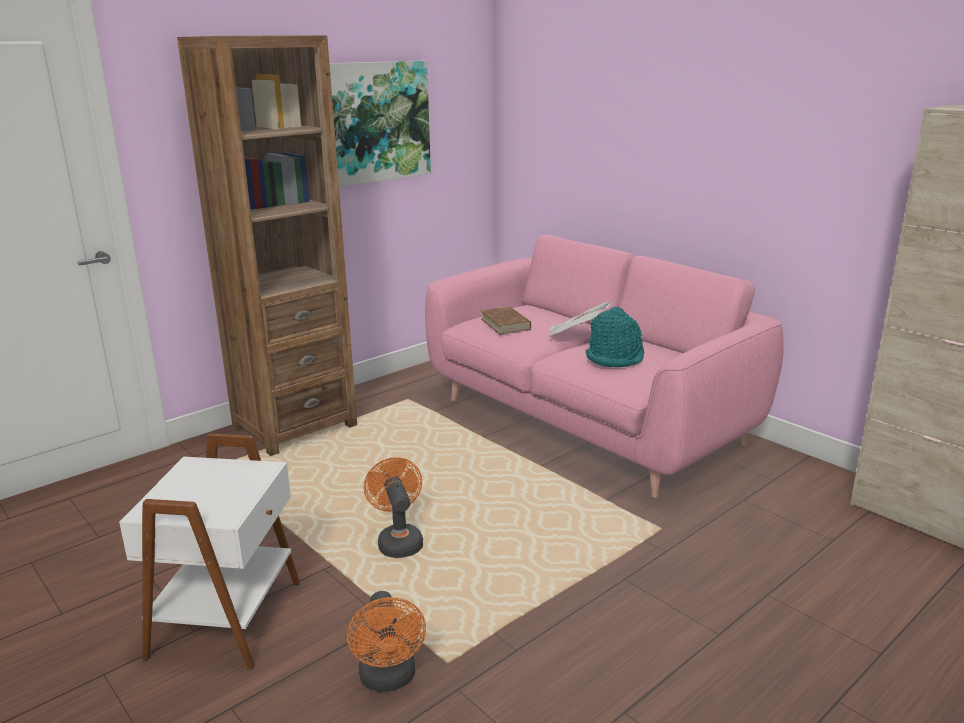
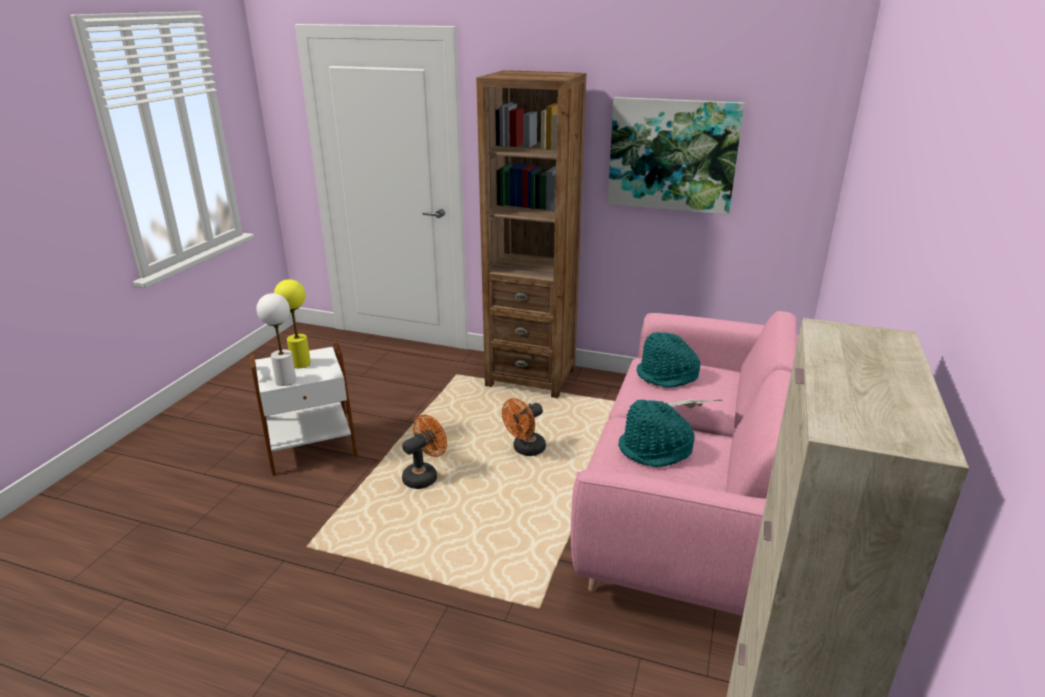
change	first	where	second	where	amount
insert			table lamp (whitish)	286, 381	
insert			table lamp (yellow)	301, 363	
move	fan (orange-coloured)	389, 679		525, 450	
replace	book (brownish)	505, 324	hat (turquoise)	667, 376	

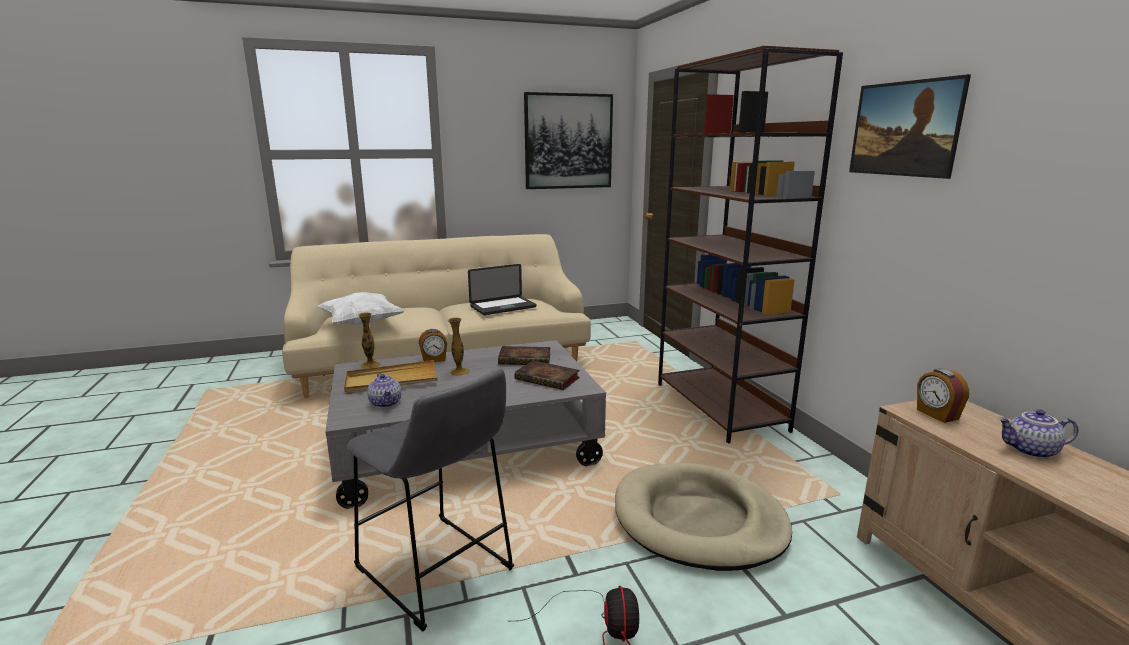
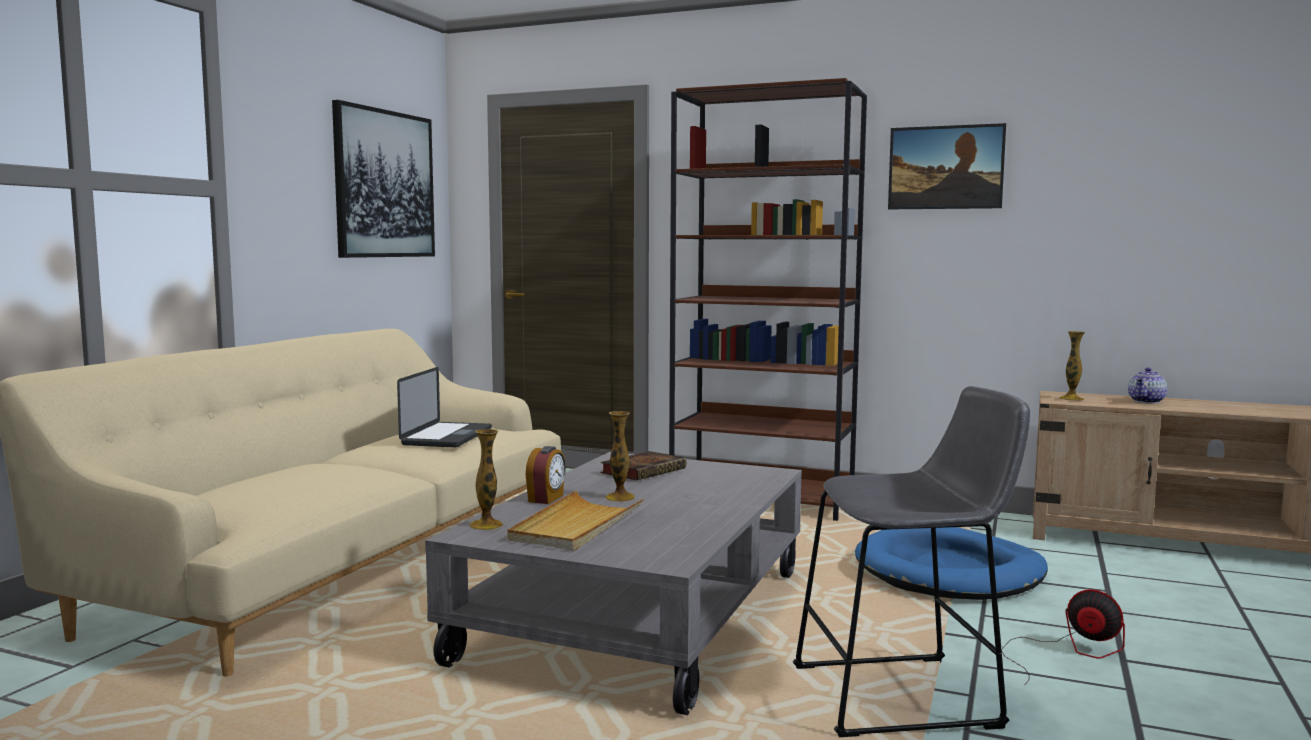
change	first	where	second	where	amount
recolor	dog cushion (beige-coloured)	698, 521	dog cushion (blue)	949, 571	
replace	table clock	936, 414	decorative vase	1071, 399	
delete	throw pillow (whitish)	362, 323			
delete	teapot	386, 403			
delete	book	549, 379			

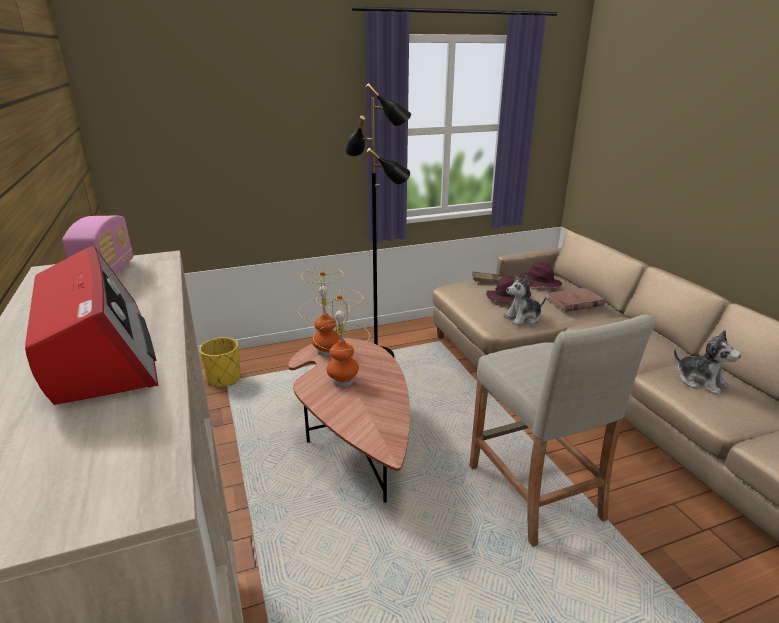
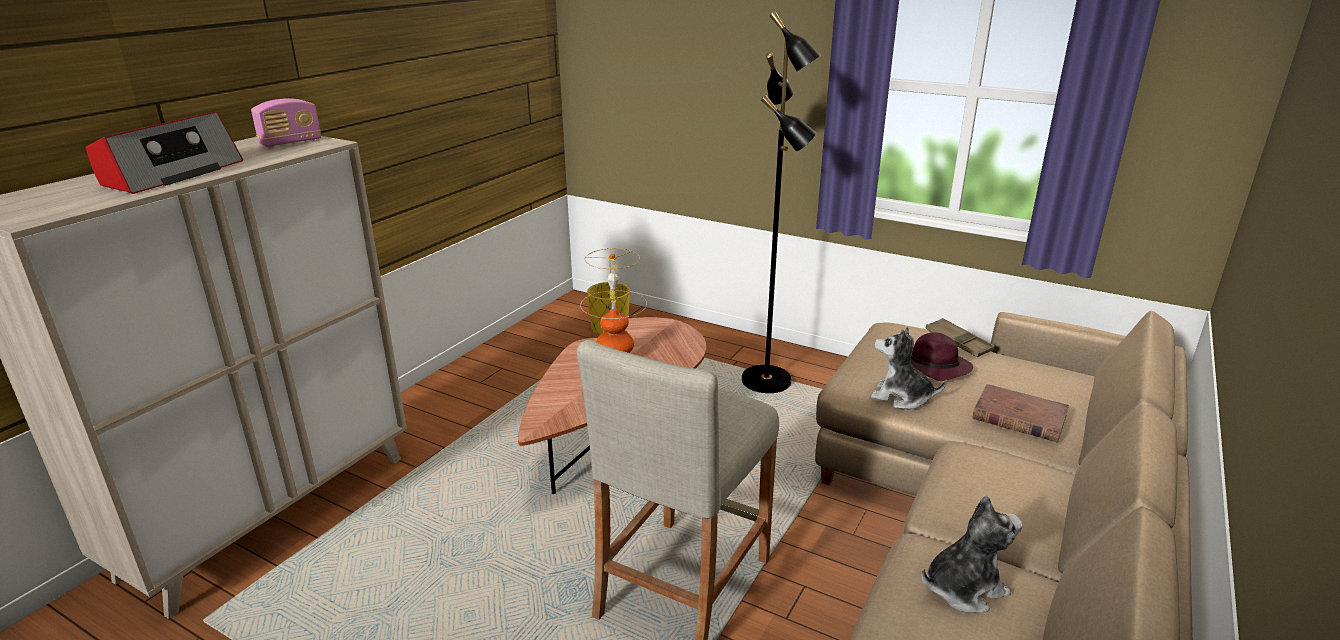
change	first	where	second	where	amount
rotate	cuddly toy	700, 381		963, 588	120 degrees counterclockwise
delete	table lamp	326, 351			
delete	hat (purple-coloured)	539, 282			

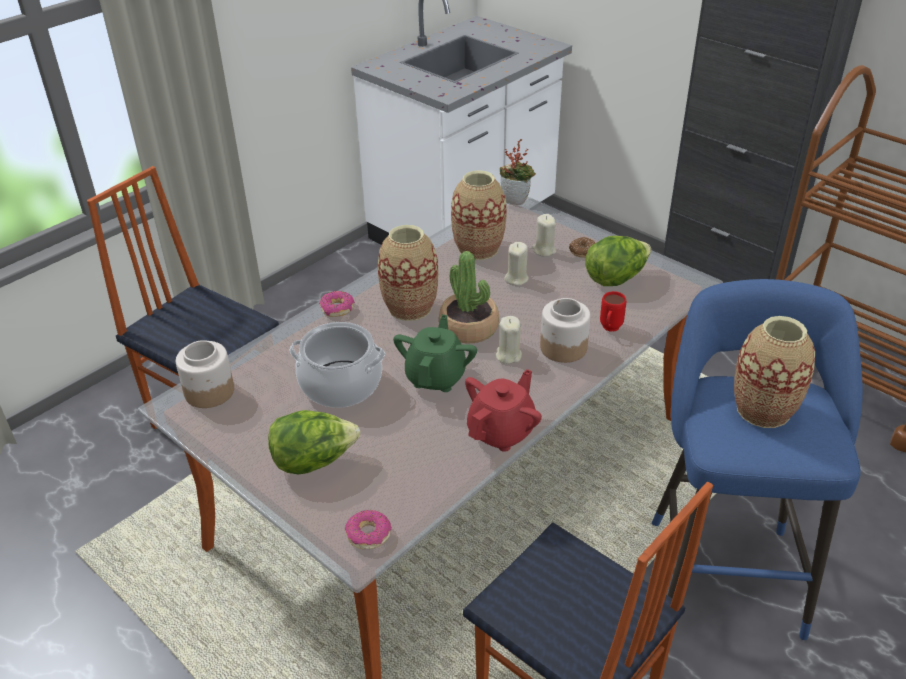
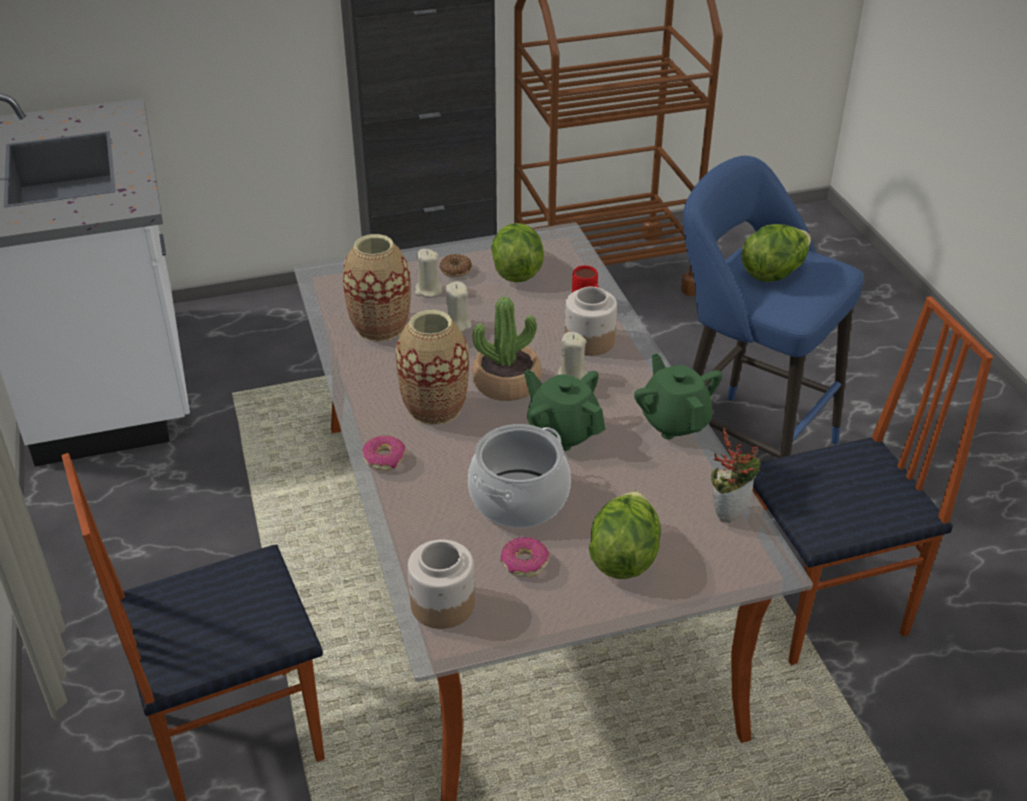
change	first	where	second	where	amount
move	ring doughnut	368, 534		524, 563	
recolor	teapot (reddish)	501, 432	teapot (green)	674, 421	
move	potted plant	516, 201		729, 511	
replace	decorative vase	763, 409	lettuce	774, 273	

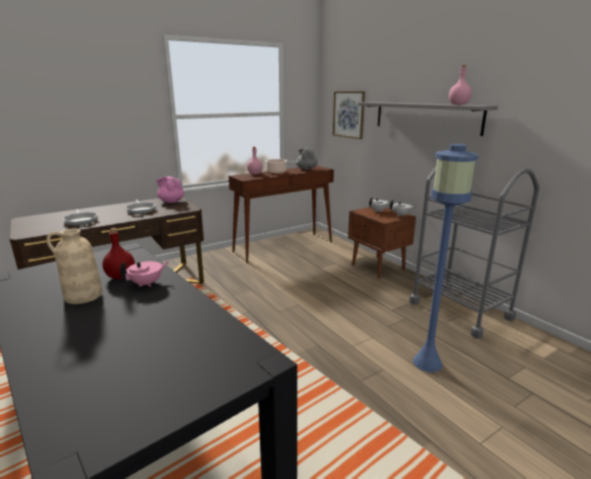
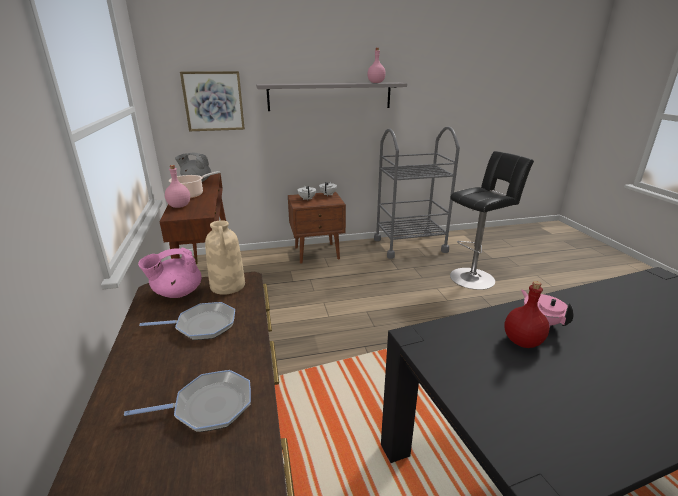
change	first	where	second	where	amount
move	decorative vase (beige-coloured)	83, 296		228, 286	
replace	floor lamp (blue)	427, 363	sitting stool (blackish)	474, 277	

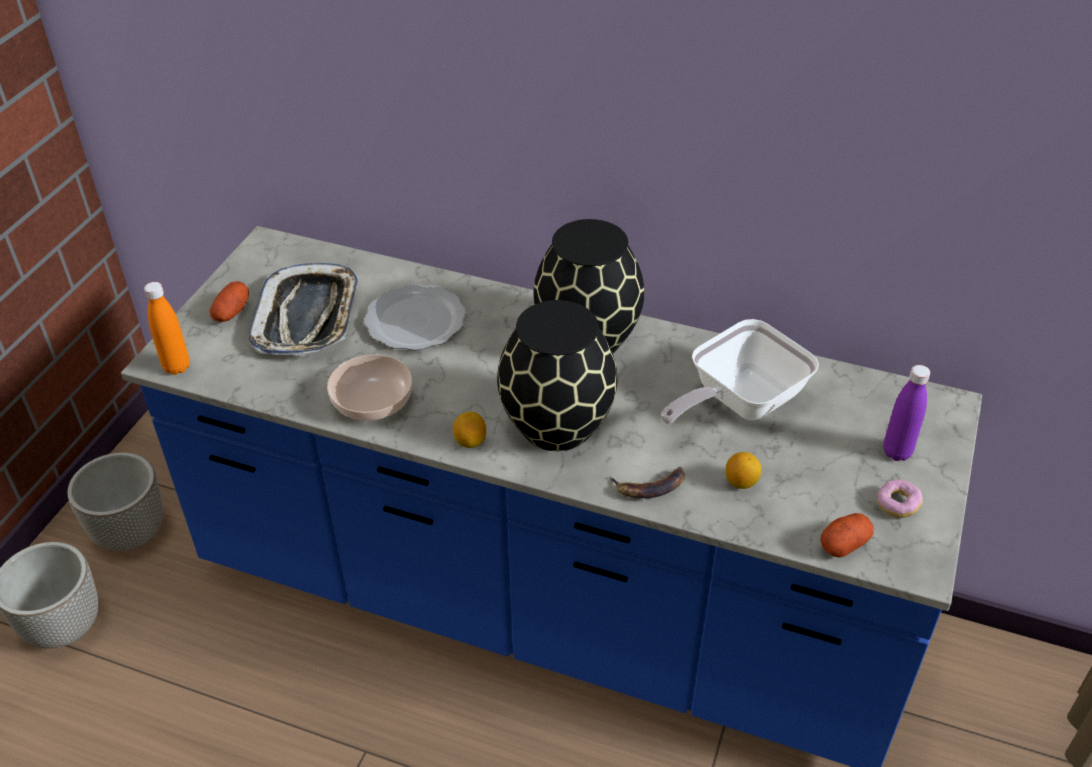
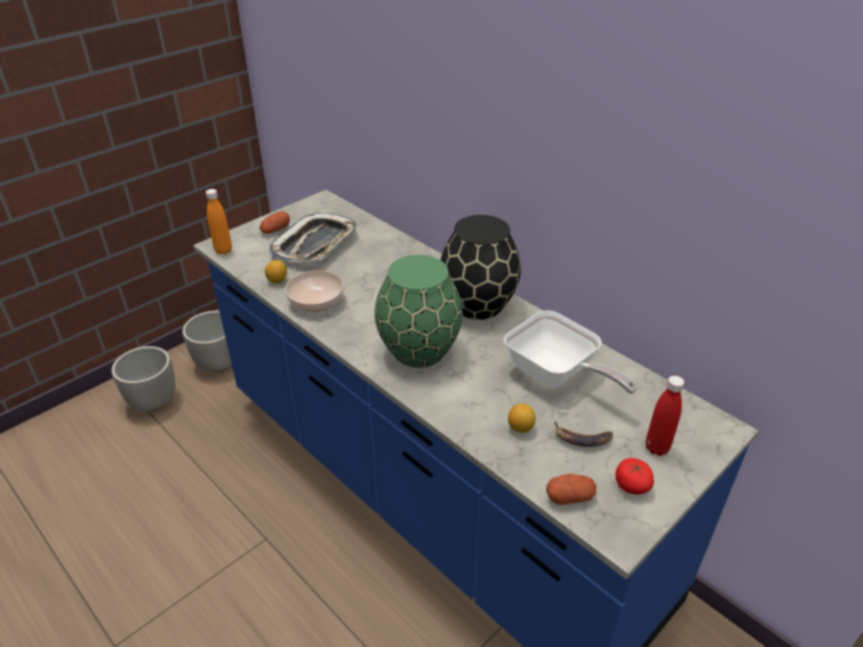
change	first	where	second	where	amount
move	lemon	470, 441		277, 280	
recolor	decorative vase (blackish)	557, 427	decorative vase (green)	418, 351	
rotate	pan	738, 402		556, 375	120 degrees counterclockwise
move	banana	650, 486		582, 438	
replace	ring doughnut	897, 505	tomato	631, 485	
recolor	bottle (purple-coloured)	897, 452	bottle (reddish)	657, 448	
delete	plate	416, 320			

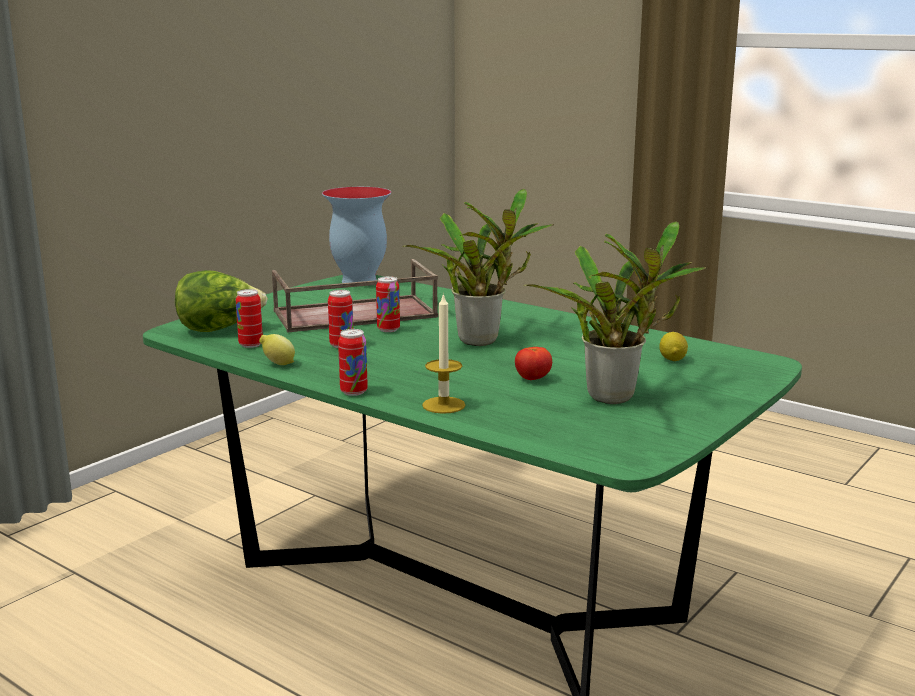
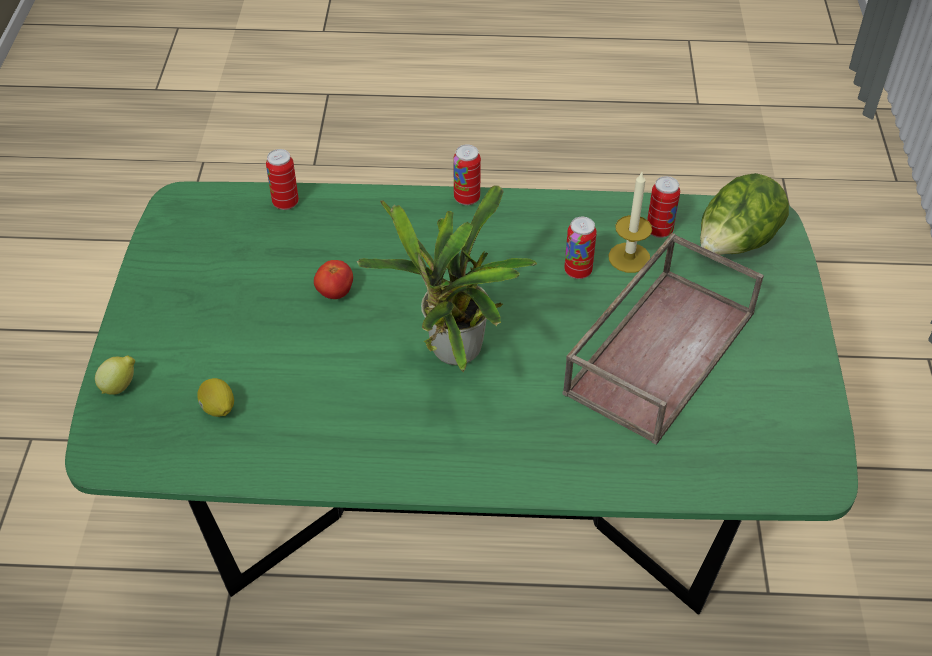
change	first	where	second	where	amount
move	lemon	277, 364		120, 386	
move	can	388, 329		285, 203	
move	wax candle	443, 405		629, 257	
delete	decorative vase	358, 281			
delete	potted plant	617, 396			

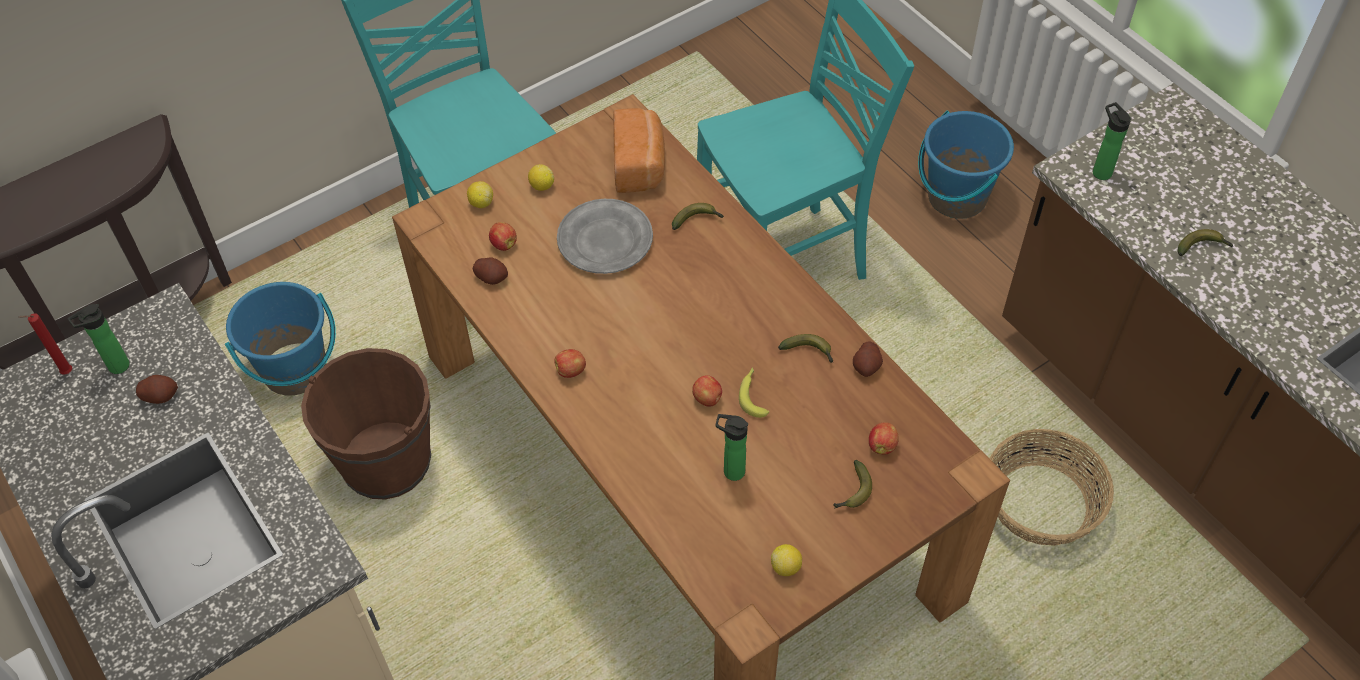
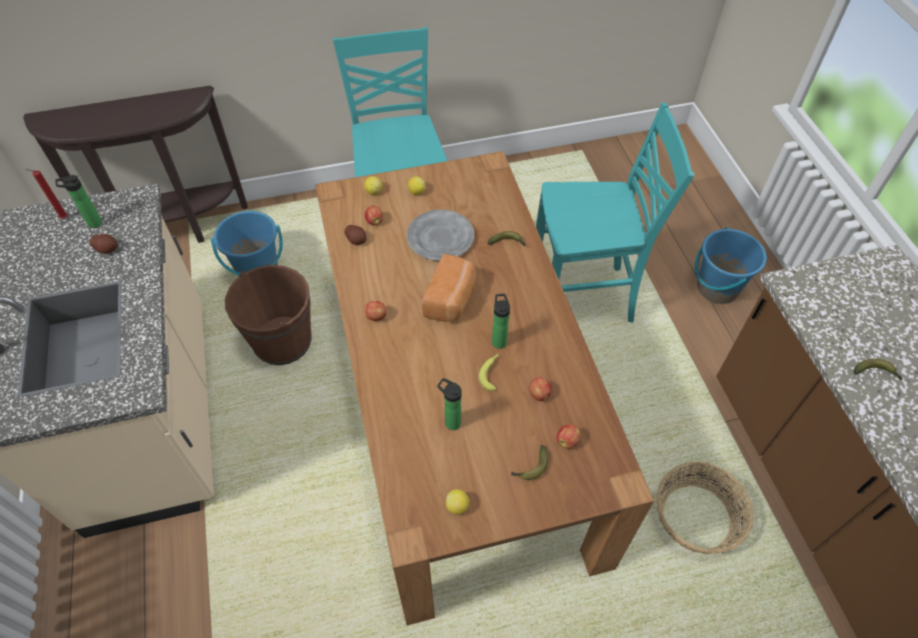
change	first	where	second	where	amount
move	baked bread	640, 164		451, 299	
move	bottle	1100, 171		499, 340	
move	apple fruit	707, 399		539, 394	
delete	banana	809, 352			
delete	potato	866, 366			

